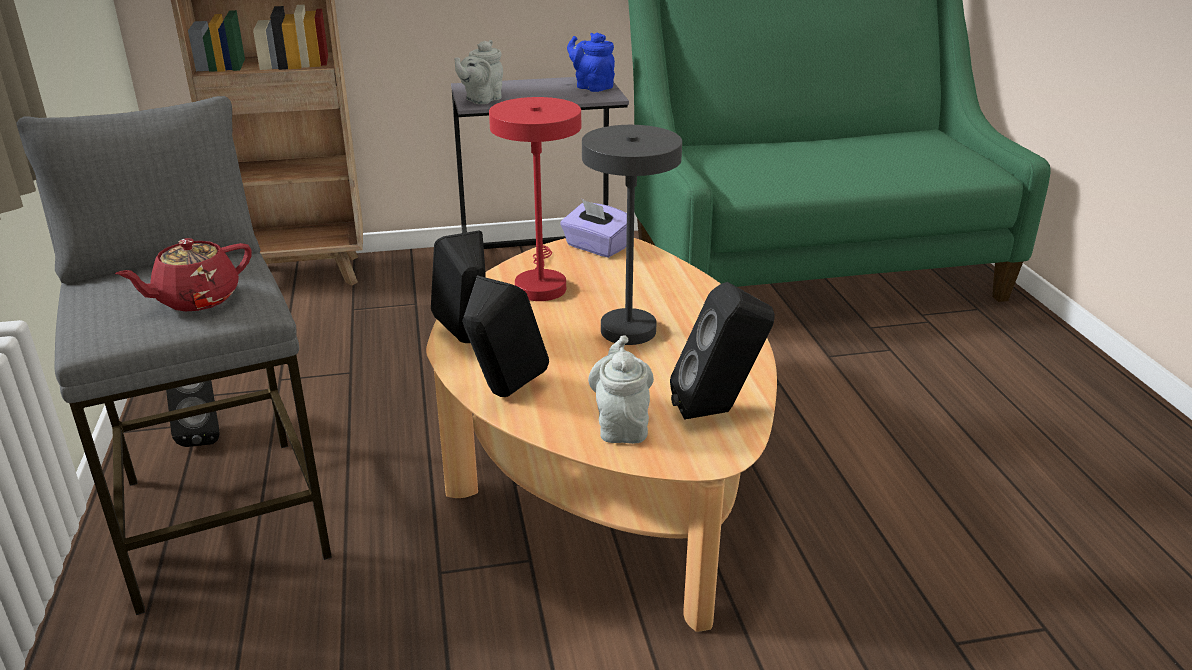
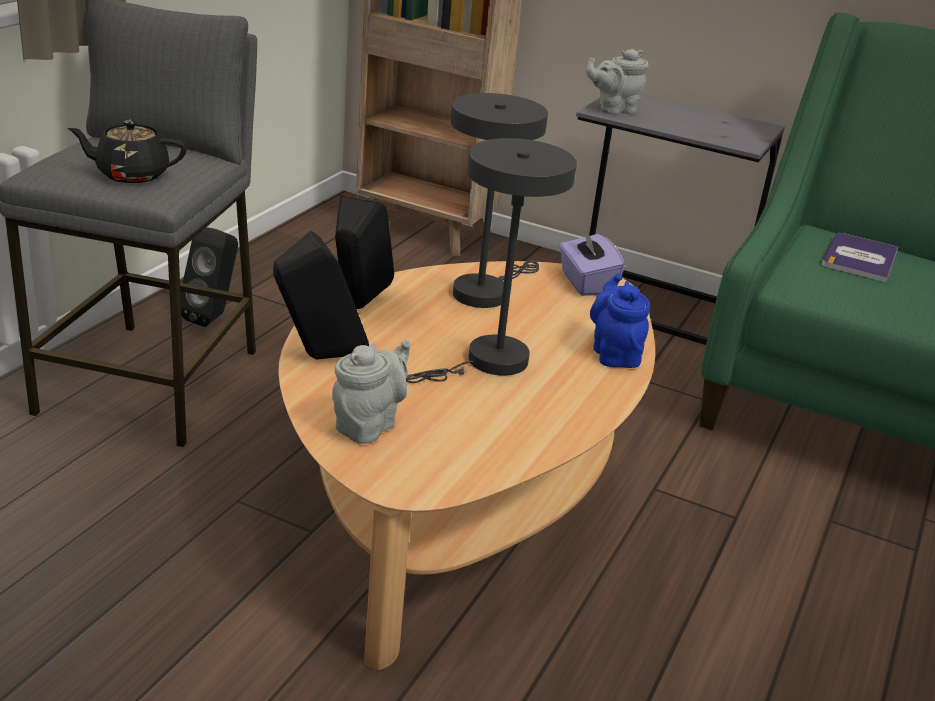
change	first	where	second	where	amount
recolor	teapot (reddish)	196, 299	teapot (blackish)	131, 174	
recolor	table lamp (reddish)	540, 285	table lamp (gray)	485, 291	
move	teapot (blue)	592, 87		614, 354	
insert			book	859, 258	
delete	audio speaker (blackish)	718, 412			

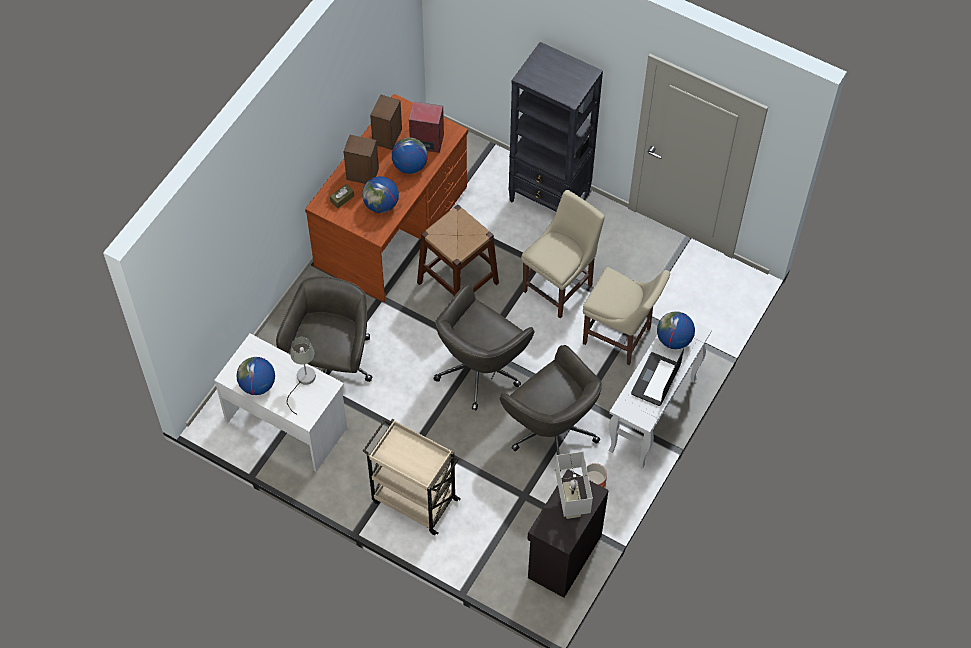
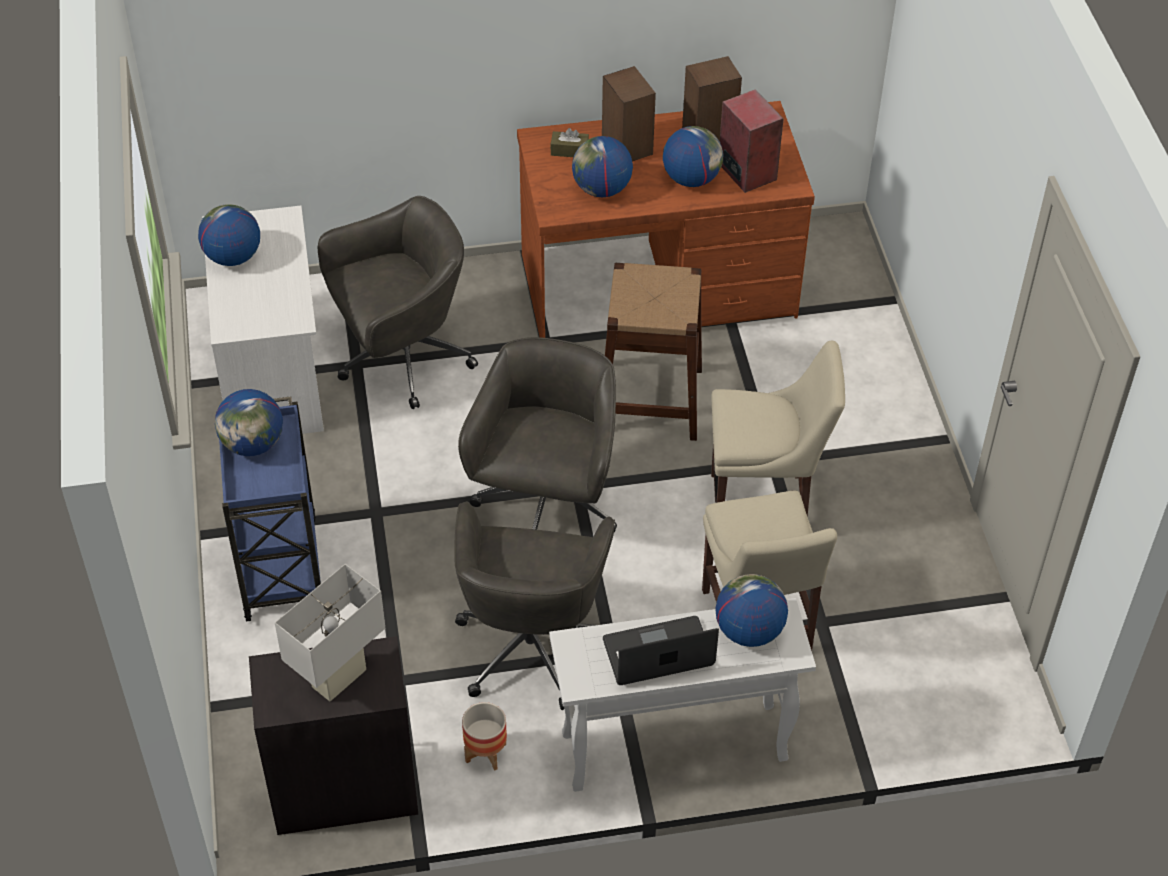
change	first	where	second	where	amount
insert			desk globe	253, 444	
recolor	trolley (beige-coloured)	413, 499	trolley (blue)	280, 565	
rotate	office chair (gray)	480, 368		546, 506	105 degrees clockwise
delete	table lamp (gray)	303, 381			
delete	bookcase (blackish)	550, 197			

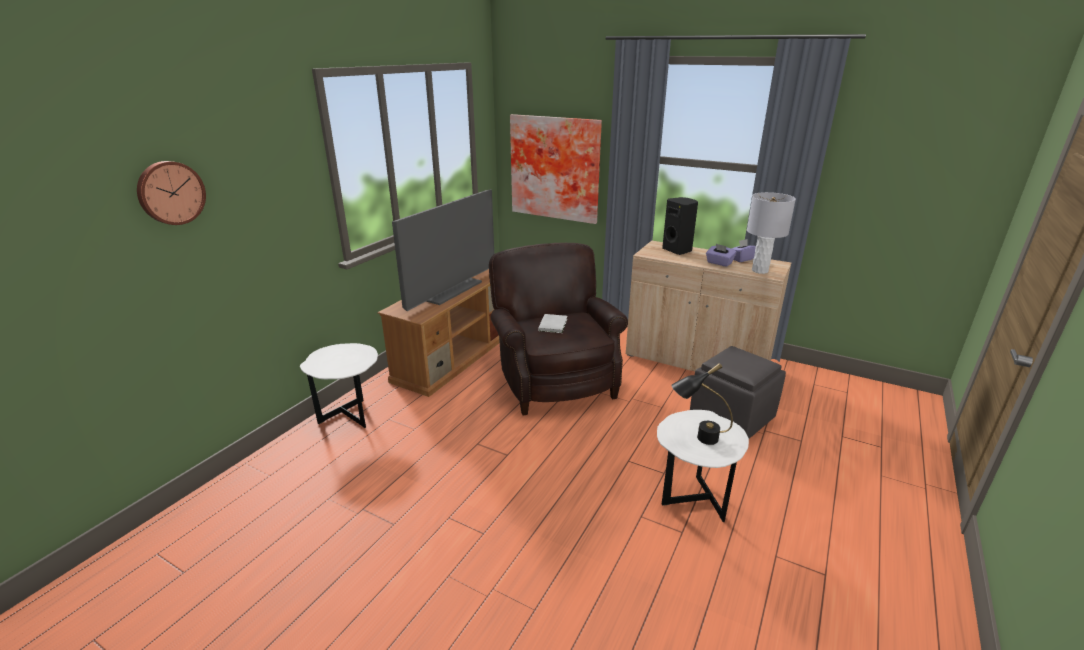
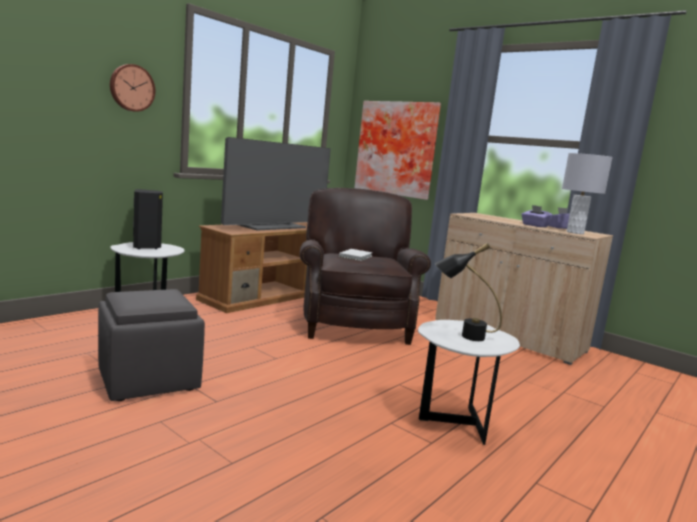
change	first	where	second	where	amount
move	pouffe (gray)	731, 417		147, 379	
move	wall clock	170, 193		131, 88	
move	audio speaker (blackish)	678, 250		147, 247	

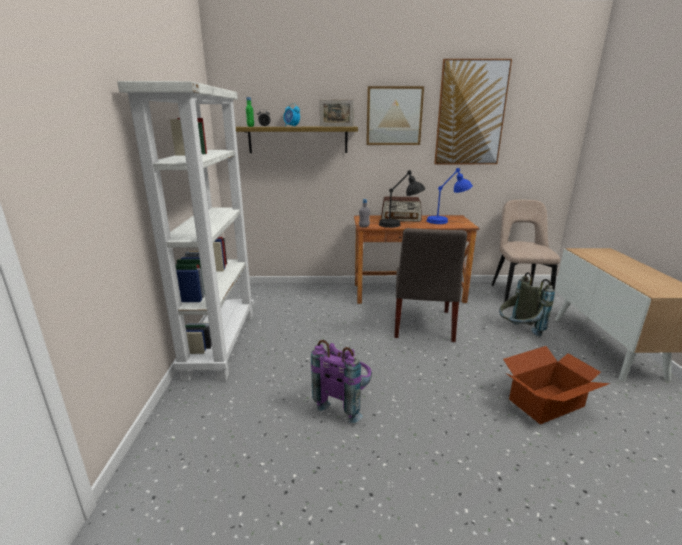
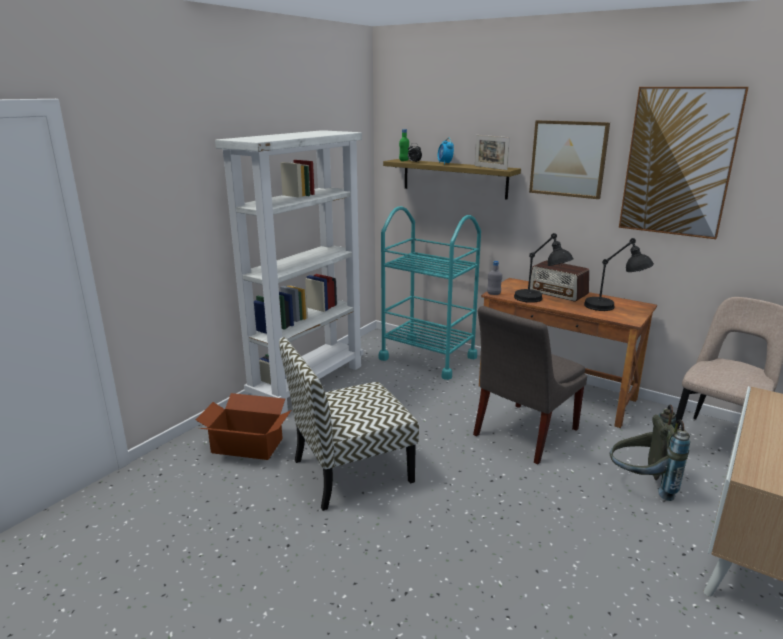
change	first	where	second	where	amount
move	cardboard box	547, 403		247, 446	
replace	rucksack (purple-coloured)	344, 402	plain chair	350, 472	
insert			trolley (turquoise)	428, 358	
recolor	table lamp (blue)	446, 221	table lamp (blackish)	613, 308	

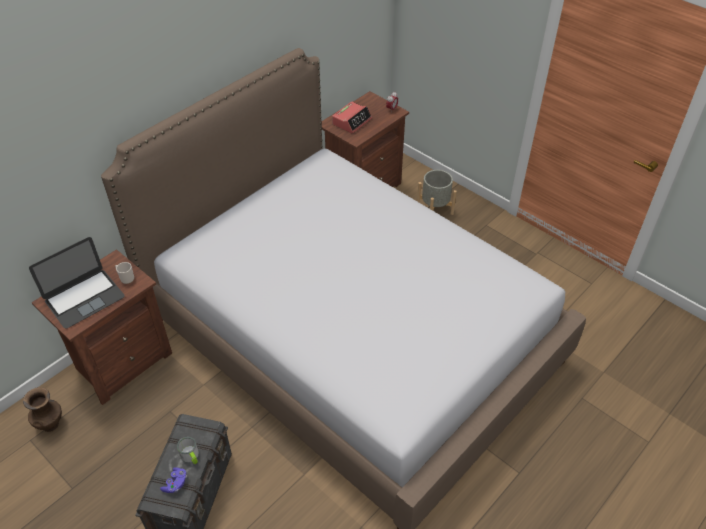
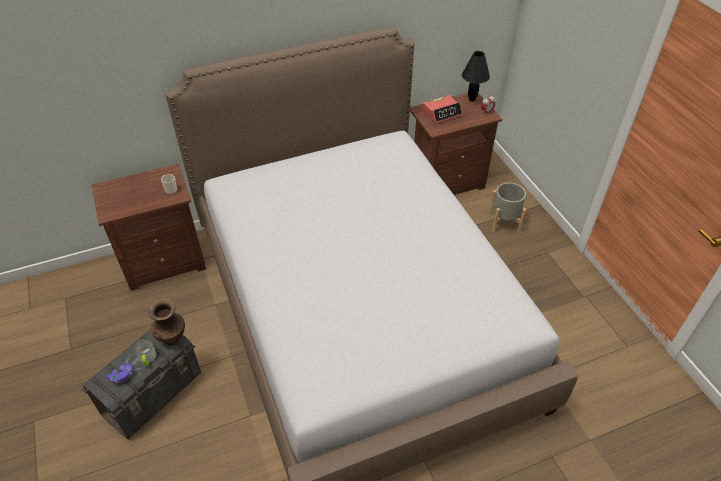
change	first	where	second	where	amount
move	decorative vase (brownish)	50, 424		172, 338	
insert			table lamp (blackish)	472, 99	
delete	laptop	84, 298			

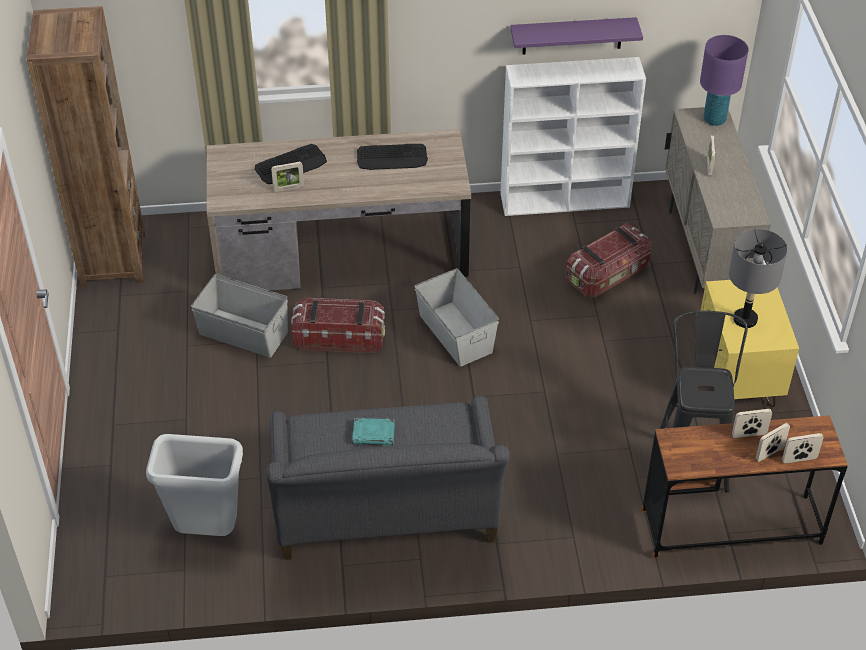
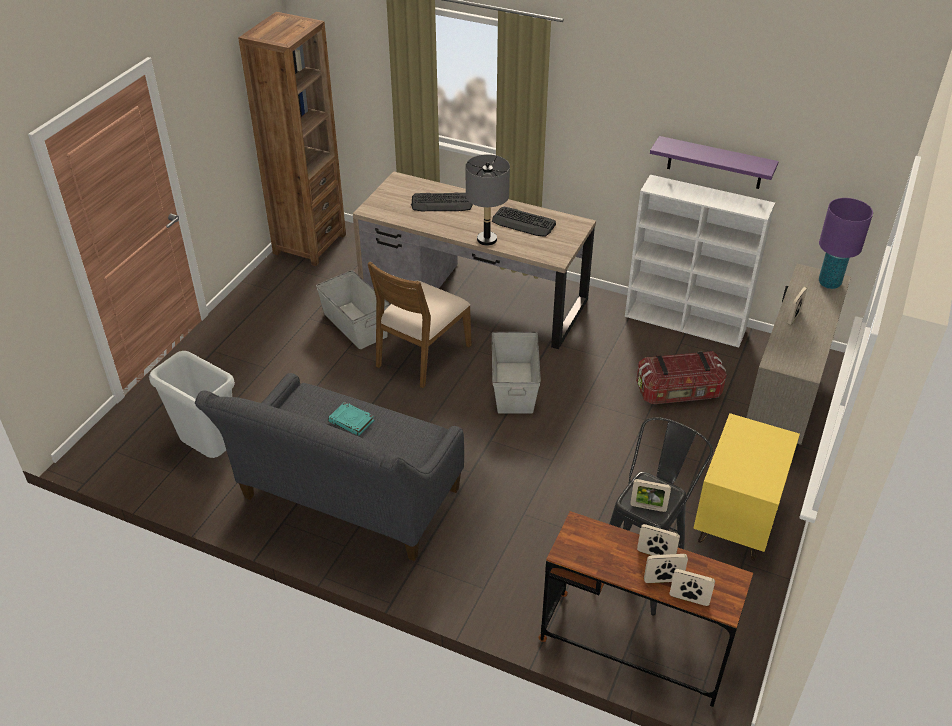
change	first	where	second	where	amount
replace	storage bin	339, 338	plain chair (brownish)	422, 355	
move	table lamp (gray)	745, 319		486, 240	
move	photo frame	288, 188		648, 507	

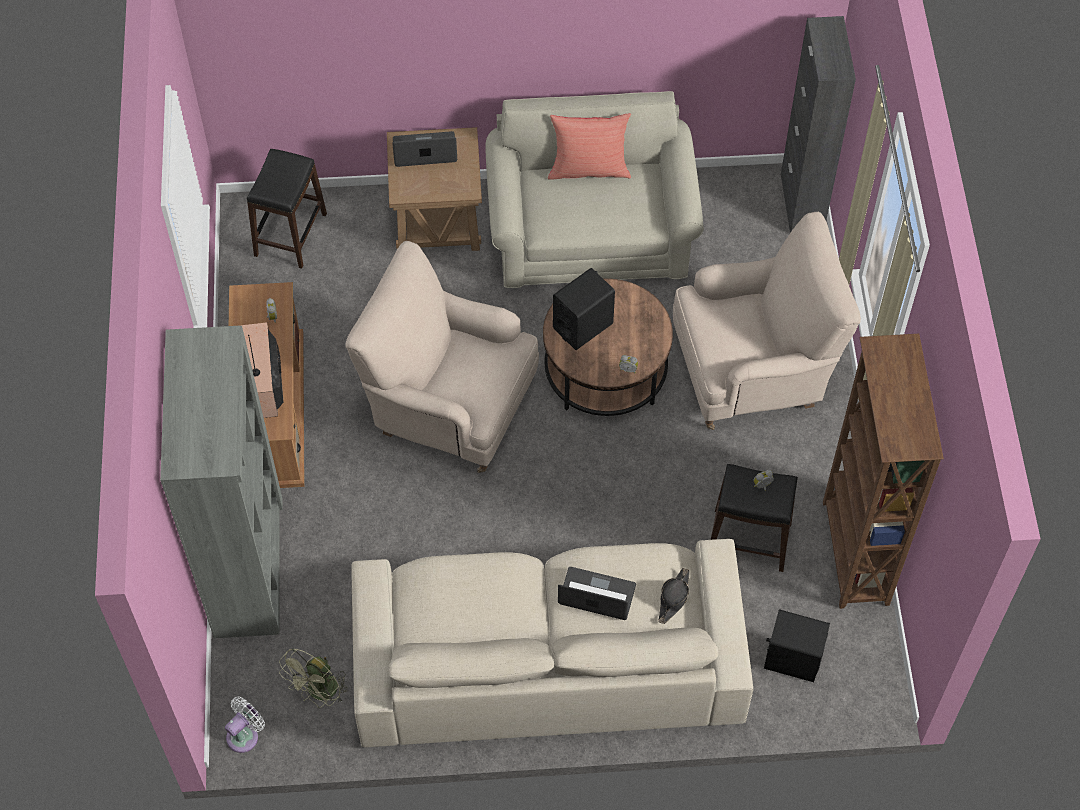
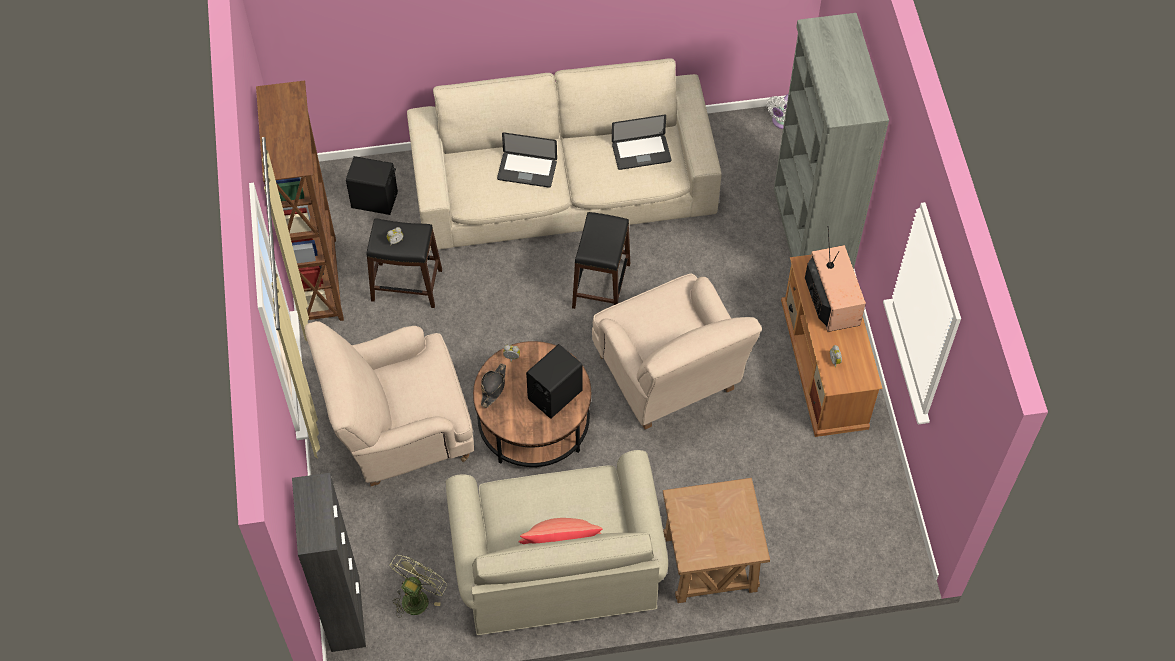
change	first	where	second	where	amount
move	fan (green)	319, 693		417, 596	
move	hat (blackish)	673, 598		493, 387	
move	sitting stool (blackish)	290, 235		601, 285	
rotate	armchair (beige-coloured)	450, 406		669, 378	45 degrees clockwise
move	laptop	424, 151		641, 153	

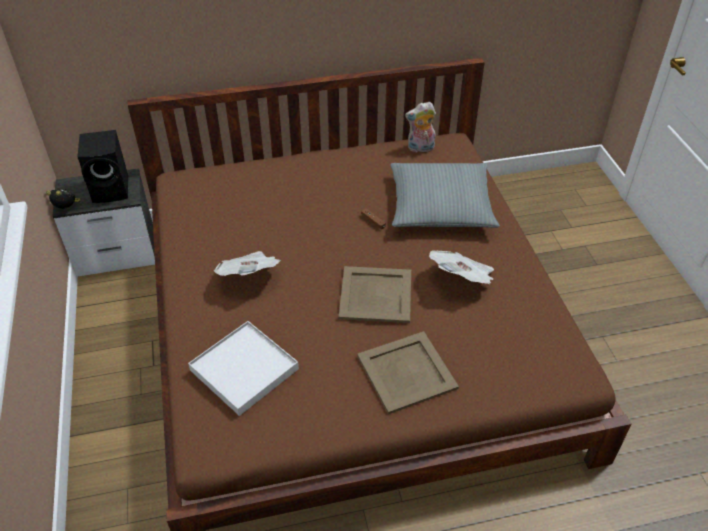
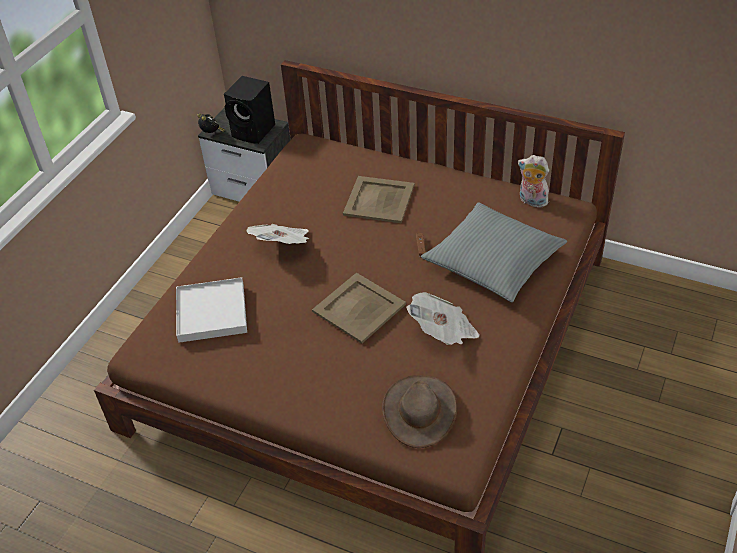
change	first	where	second	where	amount
move	serving tray (beige-coloured)	406, 372		378, 200	
insert			hat (brownish)	420, 411	

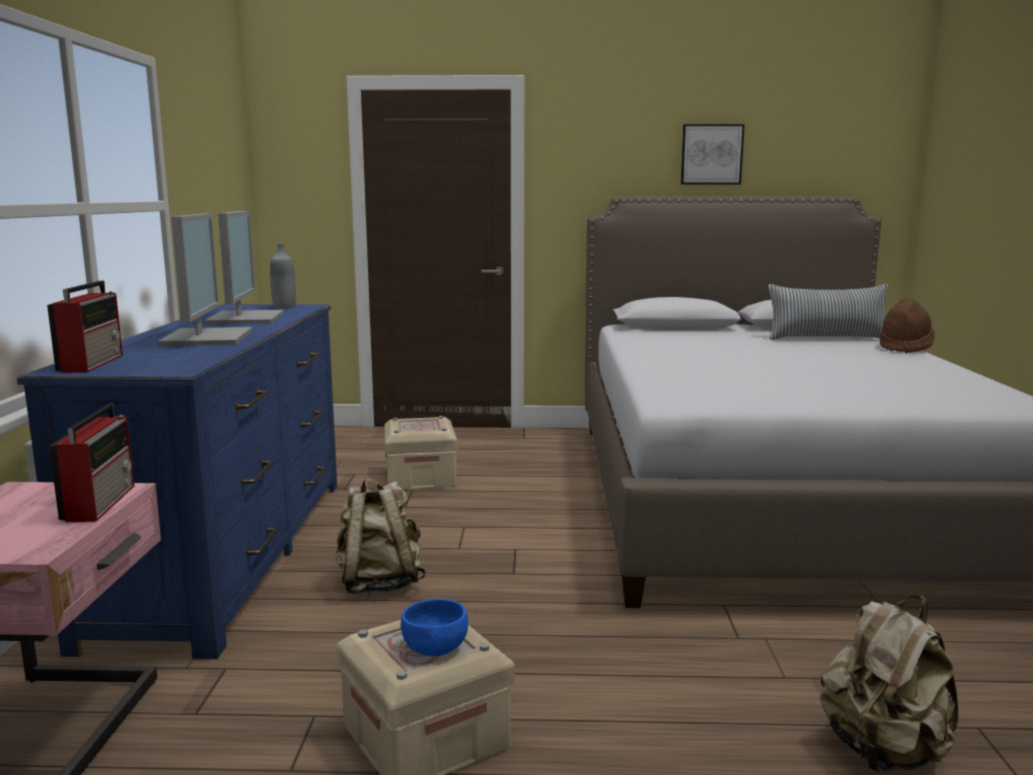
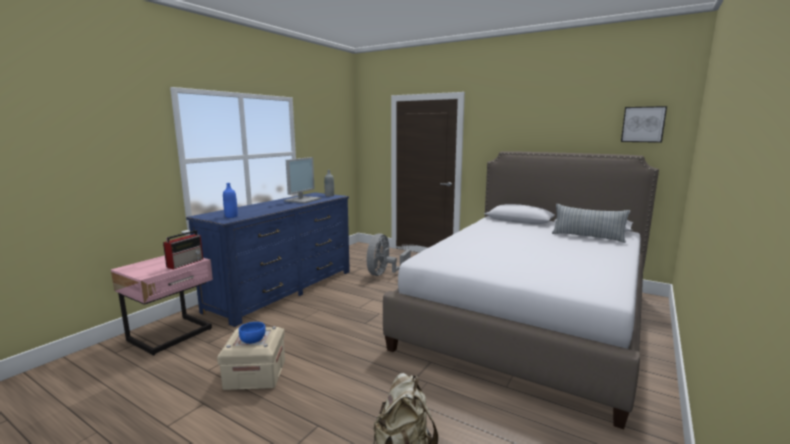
change	first	where	second	where	amount
insert			bottle (blue)	231, 216	
replace	storage bin (beige-coloured)	421, 478	fan (gray)	384, 274	
move	wall picture	711, 154		643, 124	
delete	radio set	92, 363			
delete	computer screen	206, 337			
delete	rucksack (beige-coloured)	379, 583			
delete	hat (brownish)	905, 348			

